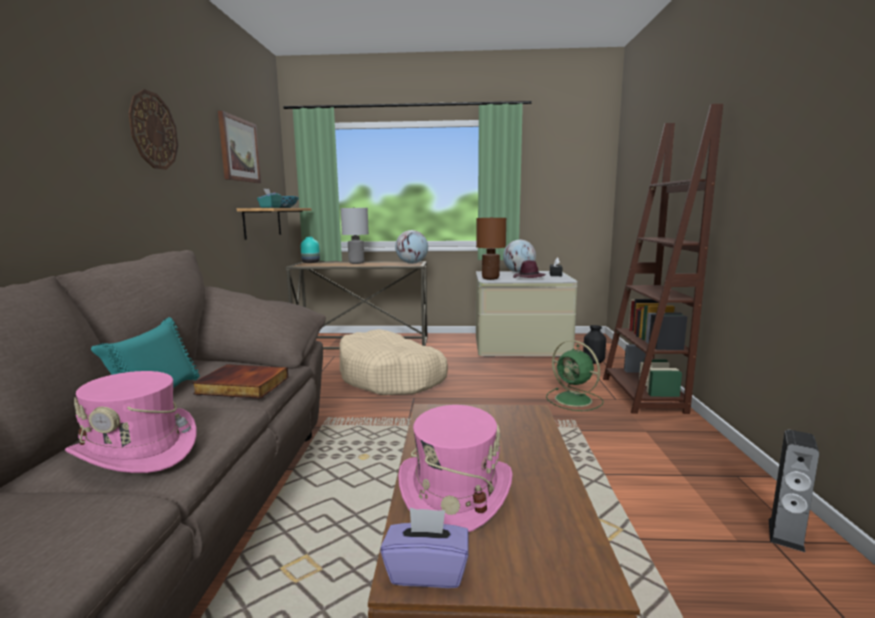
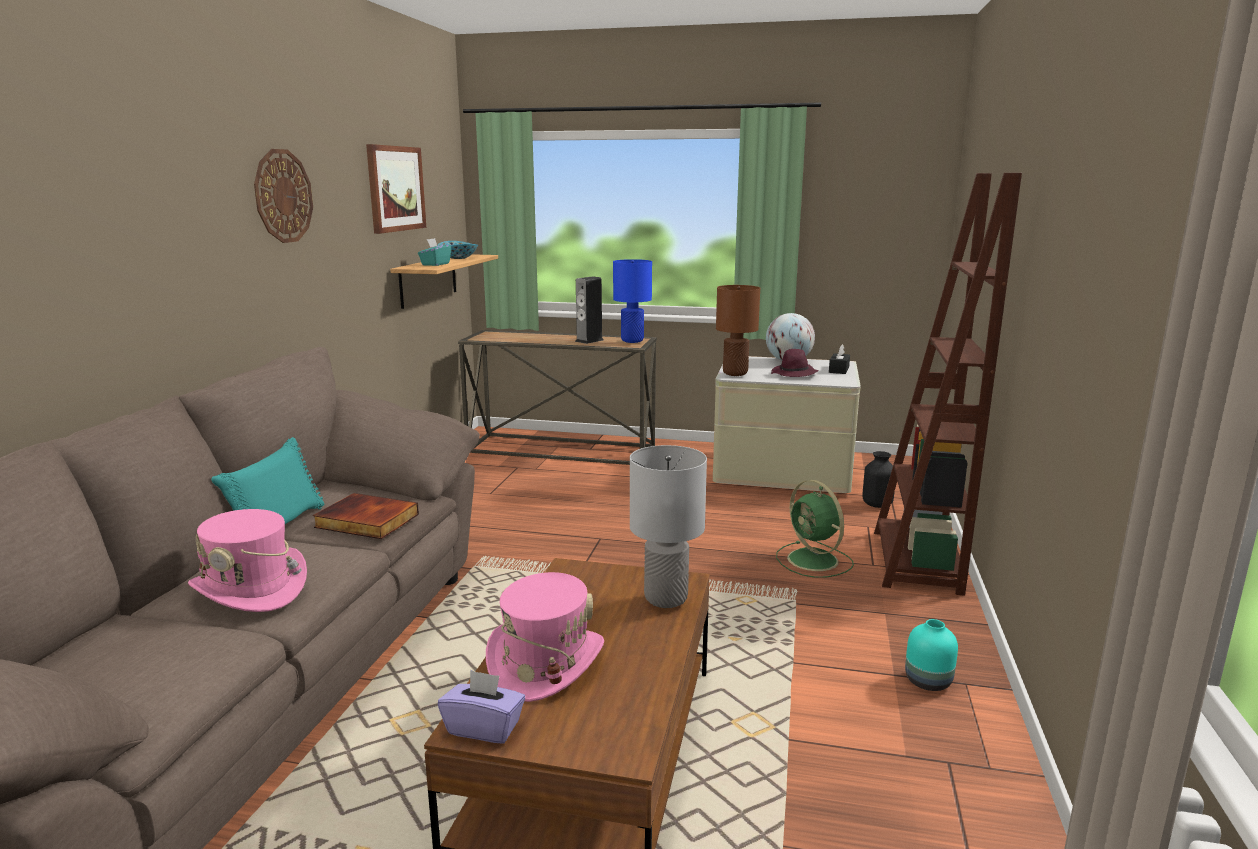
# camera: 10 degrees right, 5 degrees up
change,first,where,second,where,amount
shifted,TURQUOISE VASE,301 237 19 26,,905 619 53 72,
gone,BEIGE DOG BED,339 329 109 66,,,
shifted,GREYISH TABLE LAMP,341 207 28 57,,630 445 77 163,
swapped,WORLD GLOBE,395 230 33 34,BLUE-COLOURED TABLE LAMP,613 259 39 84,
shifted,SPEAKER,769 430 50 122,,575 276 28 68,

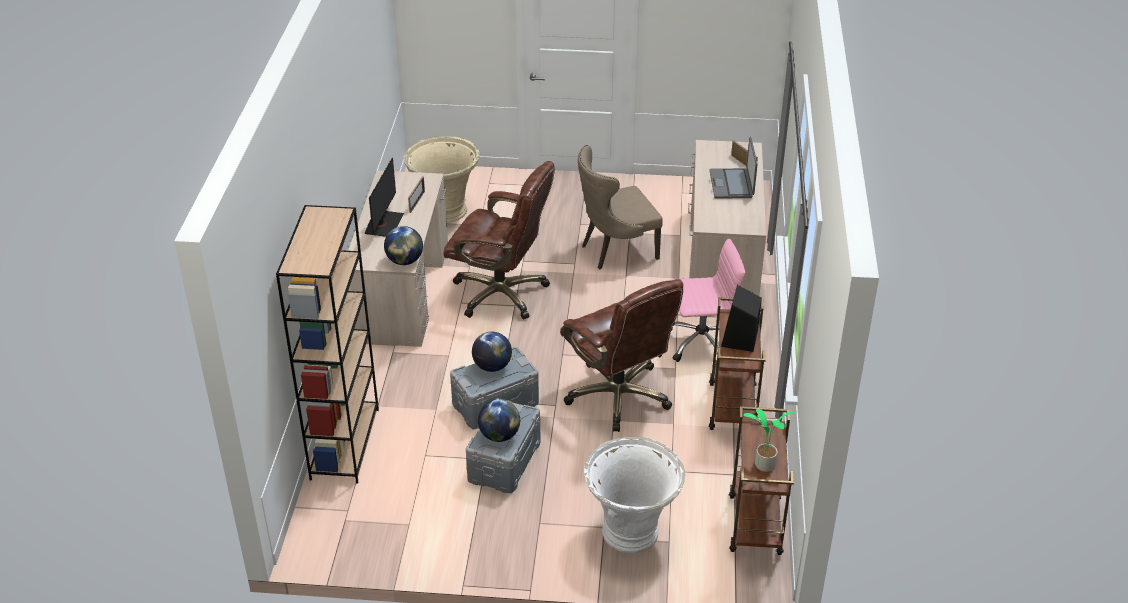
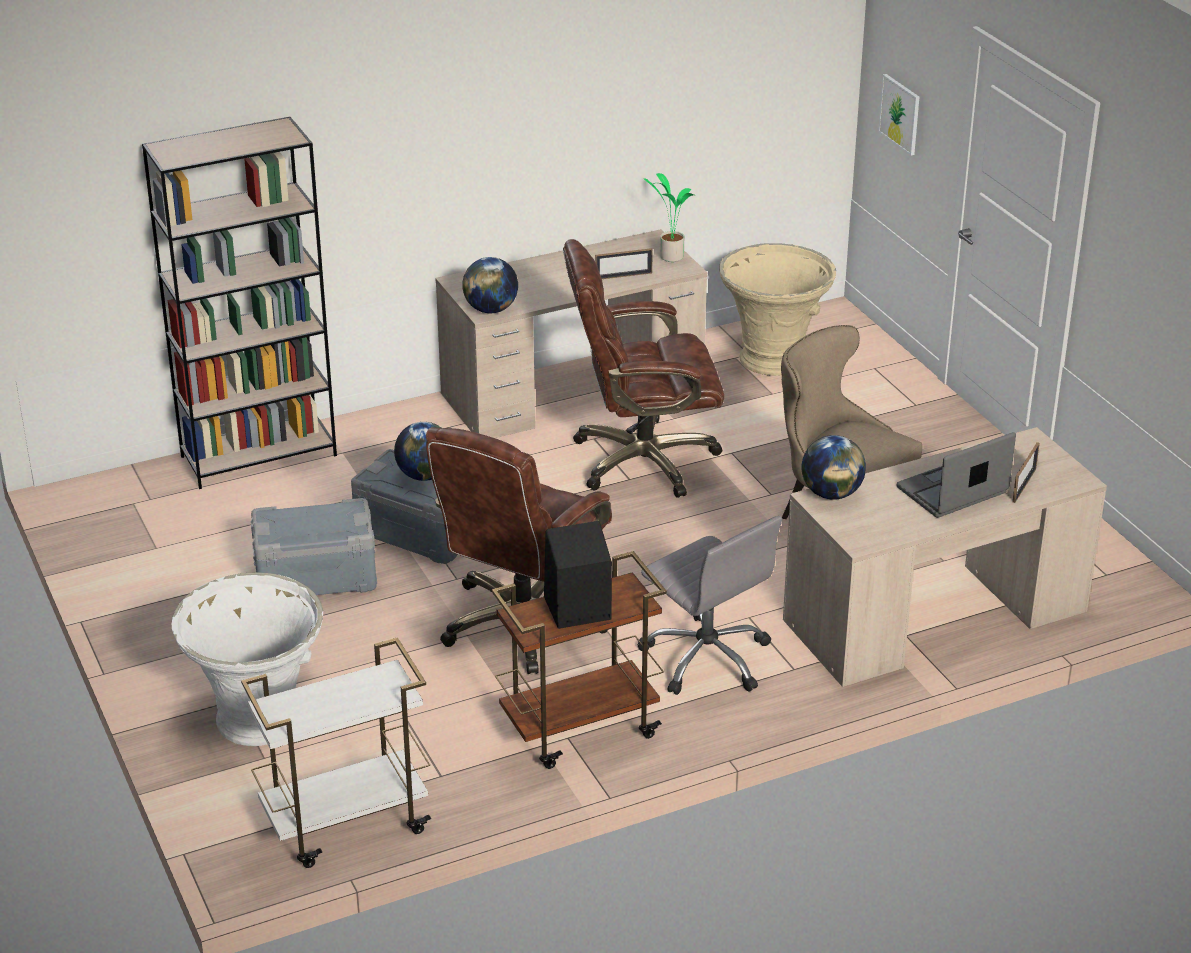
# camera: 60 degrees right, 5 degrees down
change,first,where,second,where,amount
gone,COMPUTER SCREEN,365 158 39 79,,,
rotated,BROWN COMPUTER CHAIR,443 161 112 158,,563 239 161 259,90 degrees clockwise
shifted,WORLD GLOBE,478 399 42 43,,802 435 64 65,
repainted,PINK COMPUTER CHAIR,670 239 75 123,GREYISH COMPUTER CHAIR,637 516 145 179,
repainted,BROWN CART,728 406 66 149,WHITE-COLOURED CART,241 637 190 231,
shifted,HOUSEPLANT,743 409 55 63,,644 173 52 89,
new,,,PICTURE,878 74 41 82,

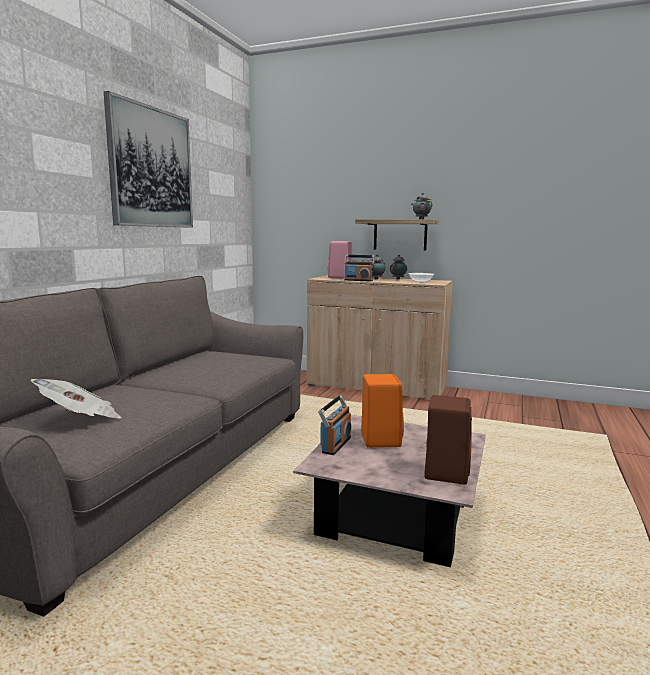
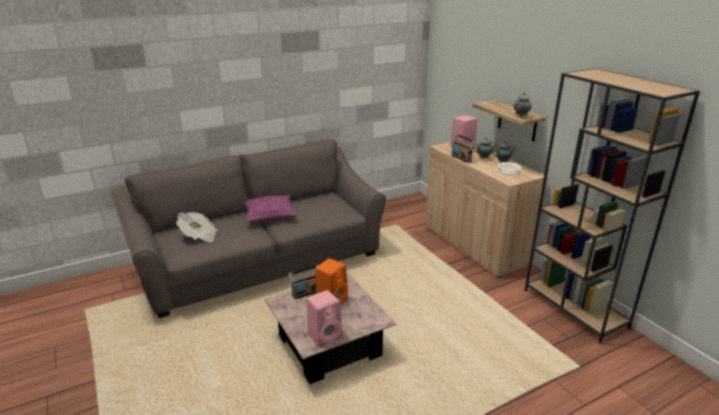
# camera: 40 degrees right, 15 degrees up
change,first,where,second,where,amount
gone,PICTURE,104 91 89 137,,,
repainted,BROWN SPEAKER,424 395 48 90,PINK SPEAKER,307 290 35 57,
new,,,PURPLISH CUSHION,245 195 52 27,
new,,,SHELVING UNIT,524 68 176 276,

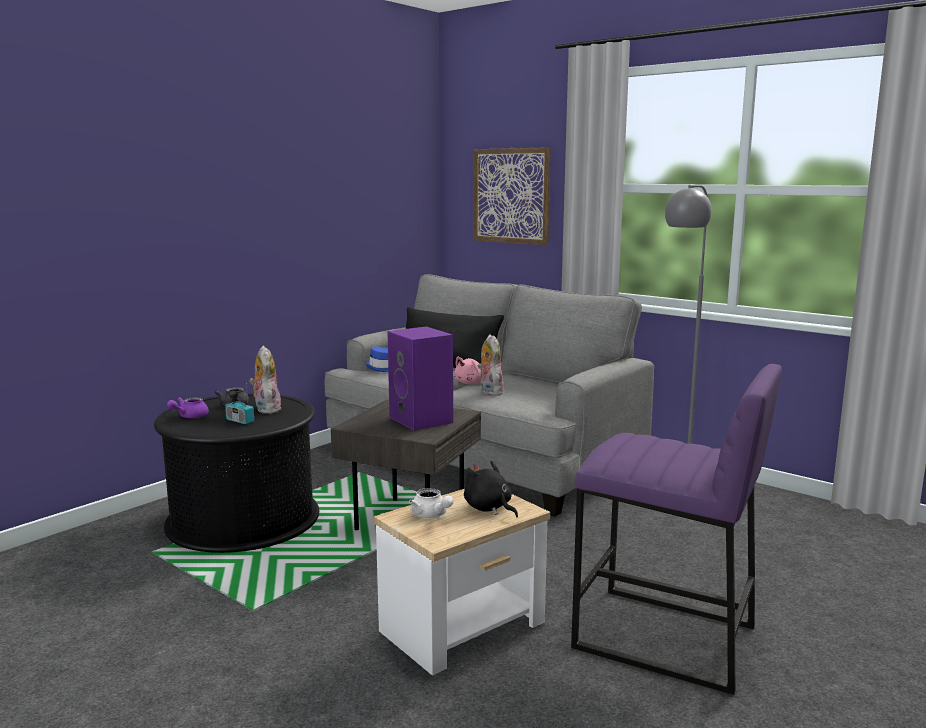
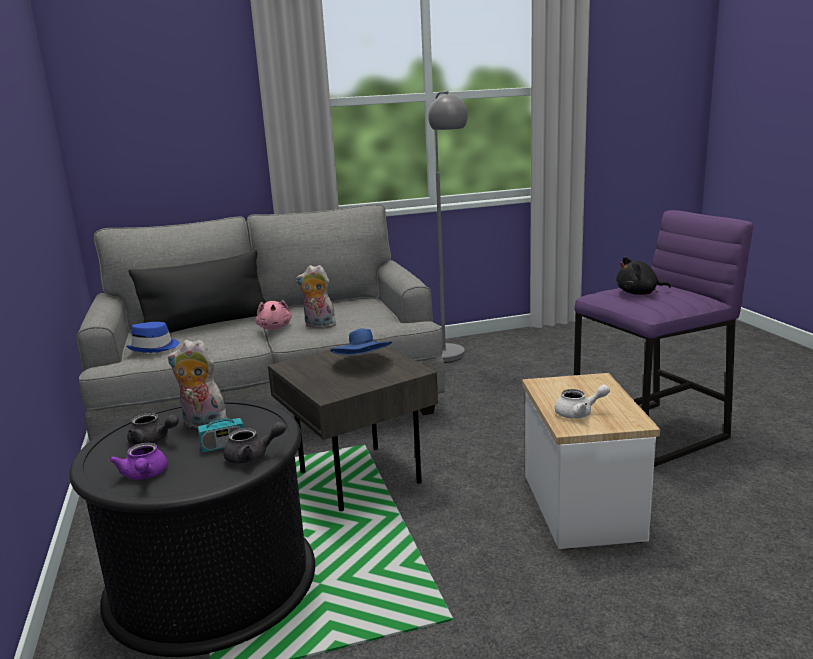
# camera: 55 degrees left, 5 degrees up
change,first,where,second,where,amount
swapped,PURPLISH SPEAKER,387 326 66 105,BLUE-COLOURED HAT,330 329 62 26,
shifted,BLACK PLUSH TOY,464 461 54 56,,616 257 55 38,
gone,PICTURE,473 146 78 99,,,
new,,,GREYISH POT FOR TEA,224 422 62 42,

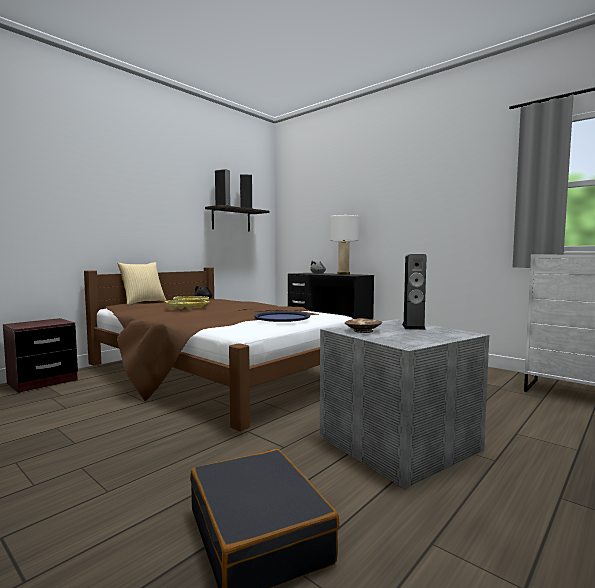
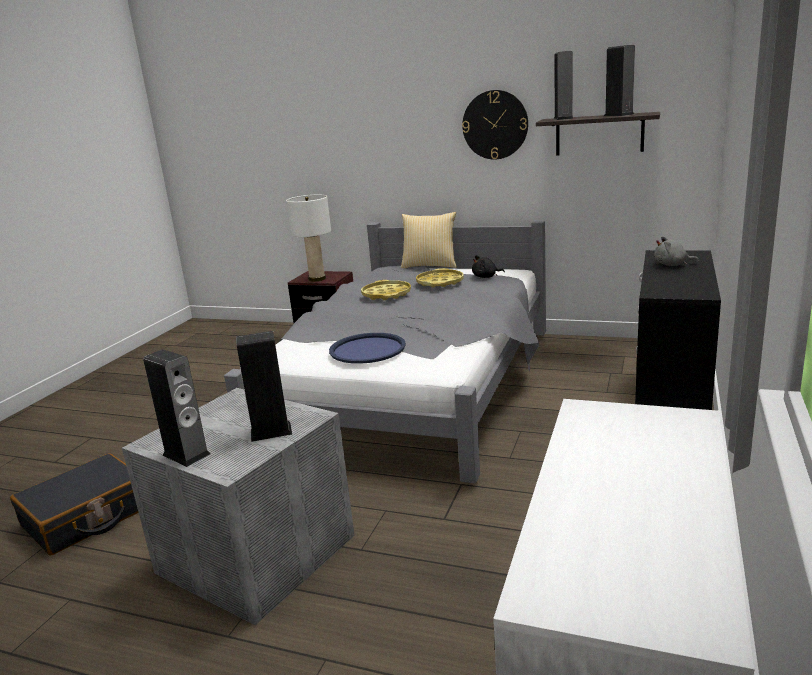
# camera: 70 degrees right, 15 degrees up
change,first,where,second,where,amount
repainted,BROWN BED,84 267 282 165,GREYISH BED,224 220 322 263,
shifted,WHITE-COLOURED TABLE LAMP,330 215 29 60,,286 195 45 87,
gone,BROWN DEEP DISH,345 319 37 14,,,
new,,,SPEAKER,143 350 68 117,
new,,,WALL CLOCK,462 90 66 70,

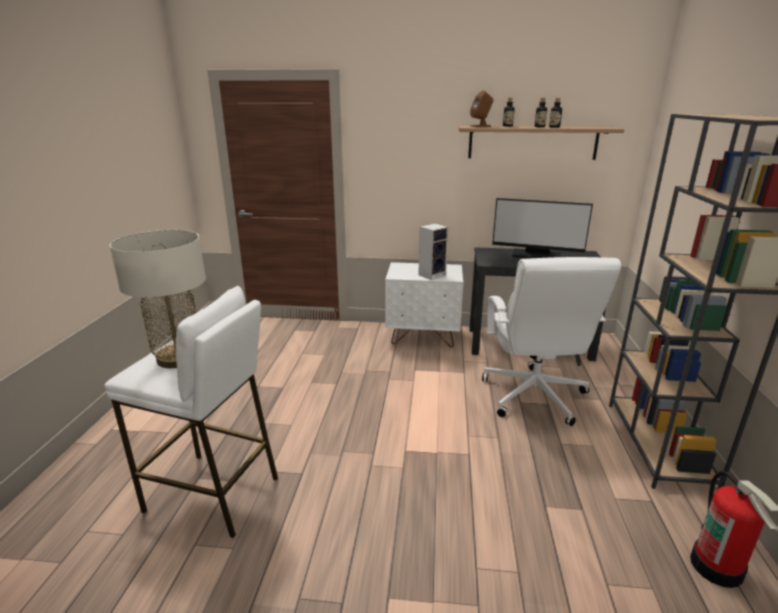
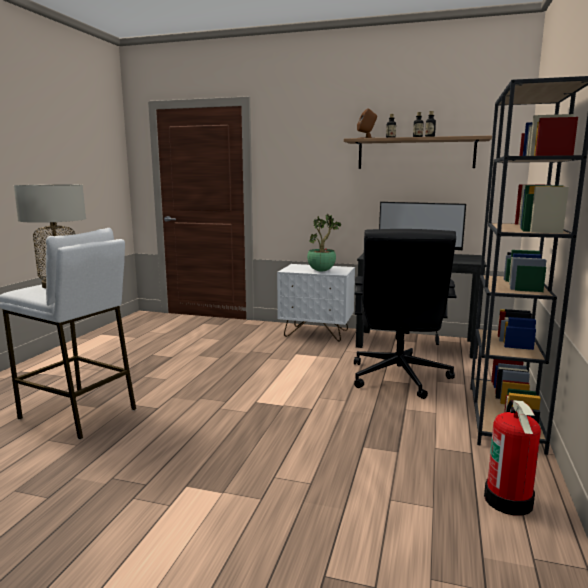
# camera: 10 degrees right, 10 degrees down
change,first,where,second,where,amount
swapped,SPEAKER,418 223 30 57,HOUSEPLANT,307 214 34 58,
repainted,WHITE-COLOURED COMPUTER CHAIR,482 257 139 169,BLACK COMPUTER CHAIR,354 229 103 170,

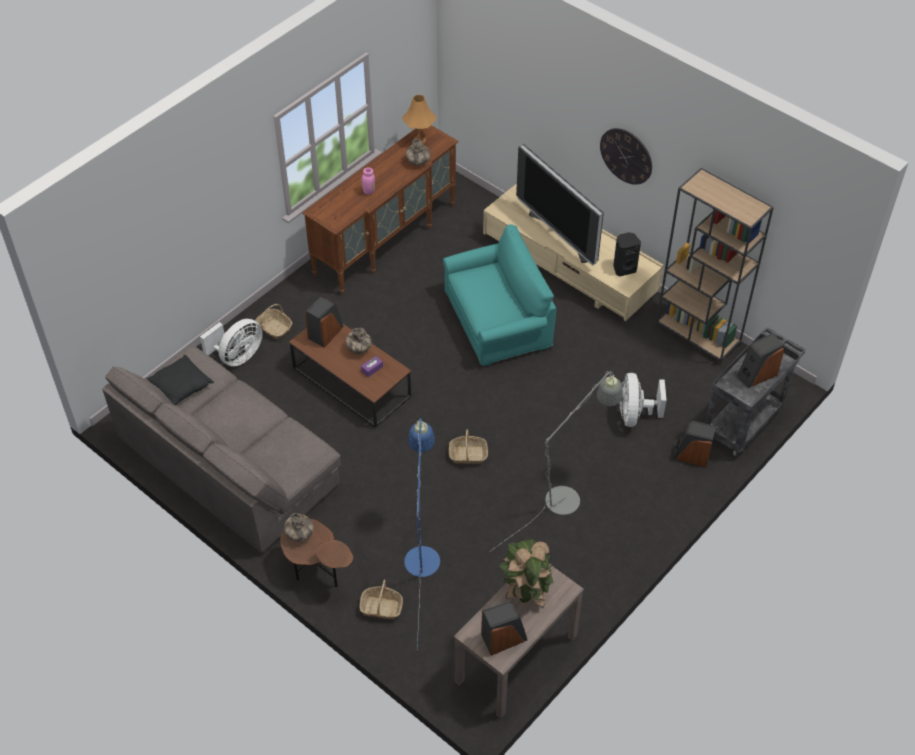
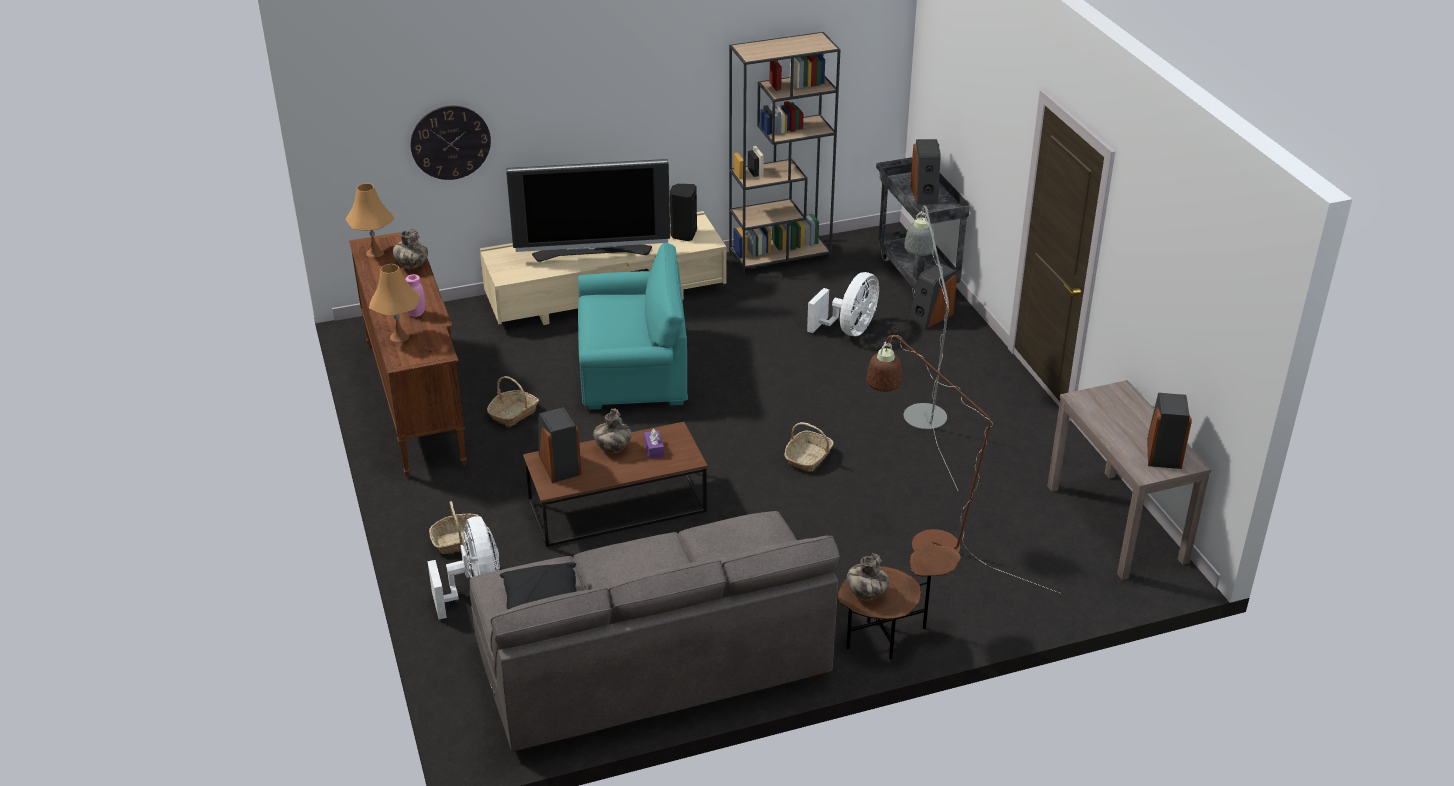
# camera: 60 degrees left, 15 degrees down
change,first,where,second,where,amount
shifted,HOUSEHOLD BASKET,360 580 43 39,,487 376 52 51,
repainted,BLUE-COLOURED FLOOR LAMP,404 418 36 232,BROWN FLOOR LAMP,867 335 194 259,
rotated,TURQUOISE LOUNGE CHAIR,443 224 113 142,,578 243 110 167,75 degrees clockwise
gone,HOUSEPLANT,500 539 54 70,,,
shifted,WALL CLOCK,600 128 52 57,,411 106 80 74,
rotated,WHITE-COLOURED ELECTRIC FAN,619 373 48 54,,807 272 72 64,90 degrees counterclockwise
new,,,ORANGE TABLE LAMP,369 264 51 79,

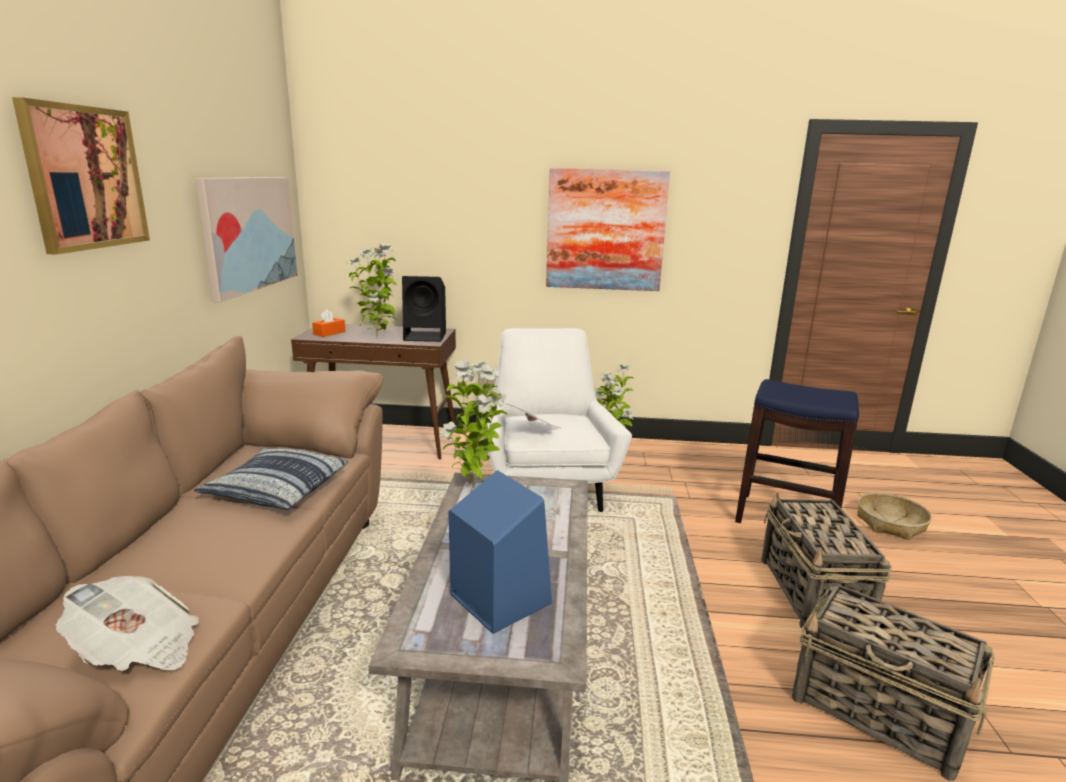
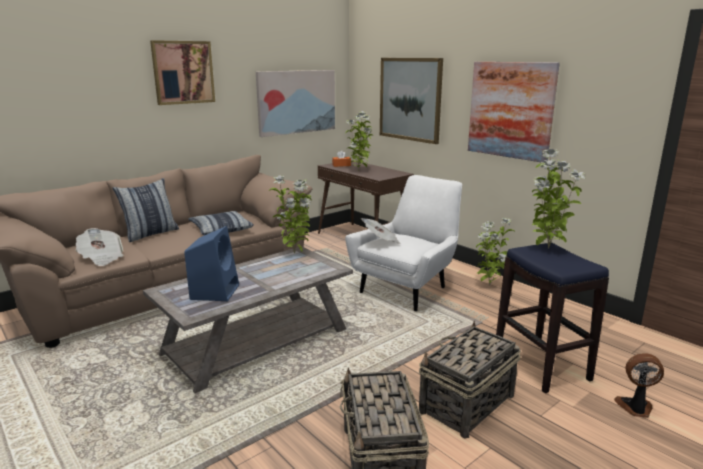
# camera: 45 degrees right, 0 degrees up
change,first,where,second,where,amount
gone,BLACK SPEAKER,402 276 44 66,,,
swapped,HOUSEHOLD BASKET,857 493 75 47,ELECTRIC FAN,614 353 50 65,
new,,,CUSHION,112 178 67 64,
new,,,PICTURE,380 58 63 86,
new,,,HOUSEPLANT,532 149 54 100,

